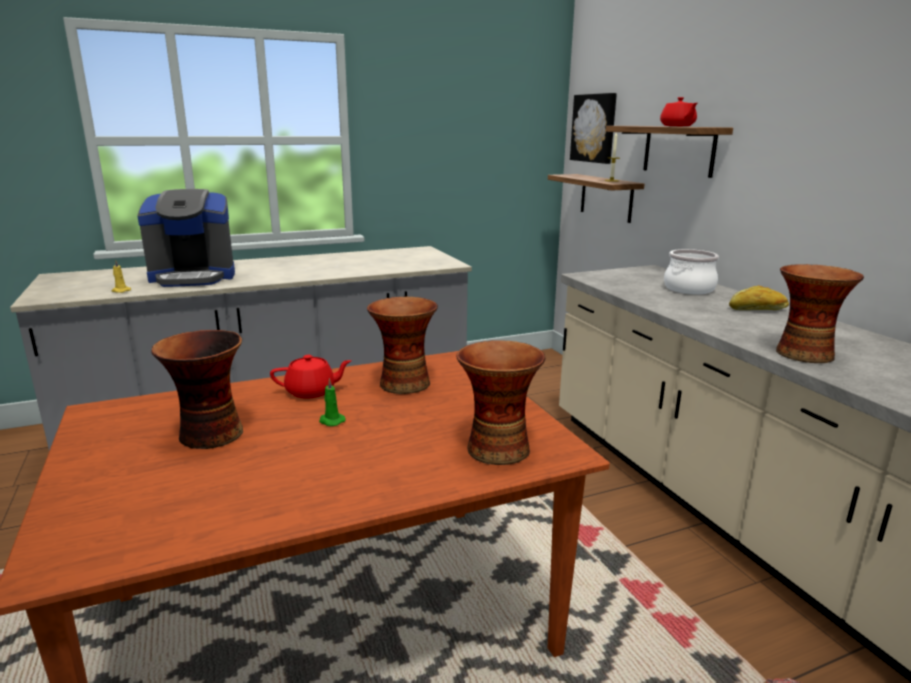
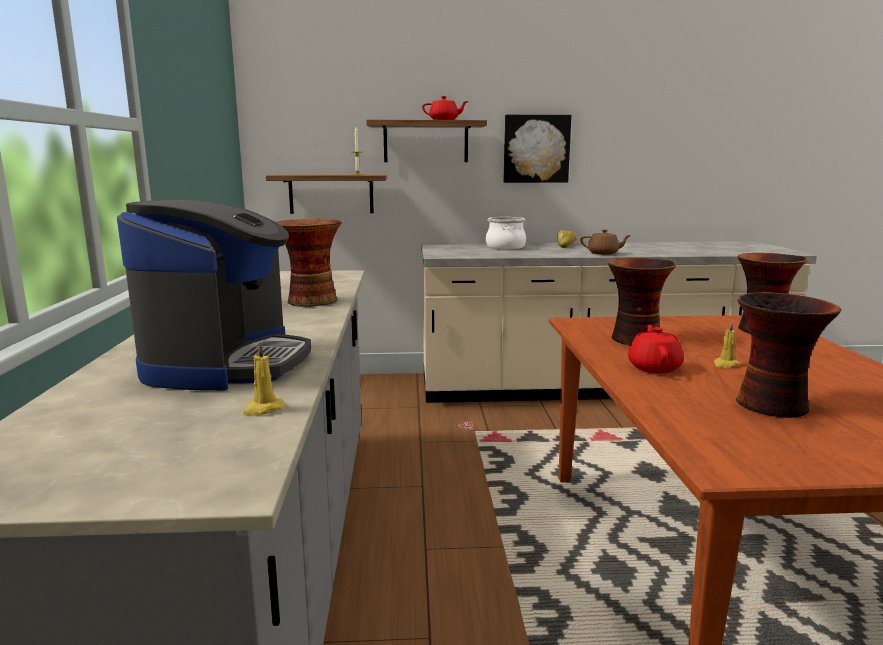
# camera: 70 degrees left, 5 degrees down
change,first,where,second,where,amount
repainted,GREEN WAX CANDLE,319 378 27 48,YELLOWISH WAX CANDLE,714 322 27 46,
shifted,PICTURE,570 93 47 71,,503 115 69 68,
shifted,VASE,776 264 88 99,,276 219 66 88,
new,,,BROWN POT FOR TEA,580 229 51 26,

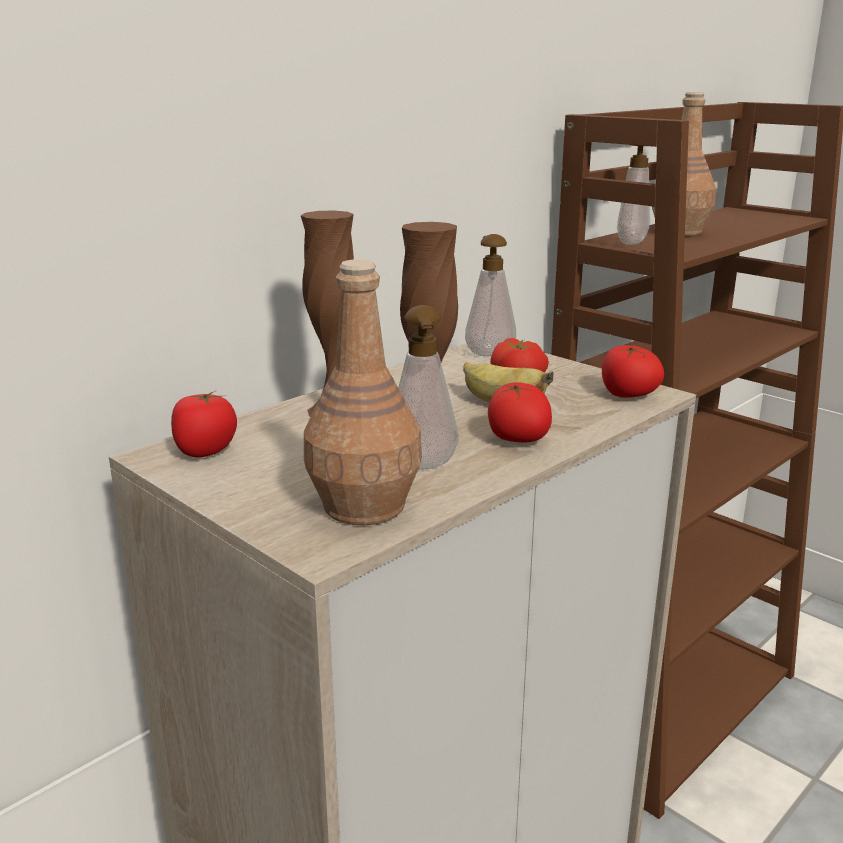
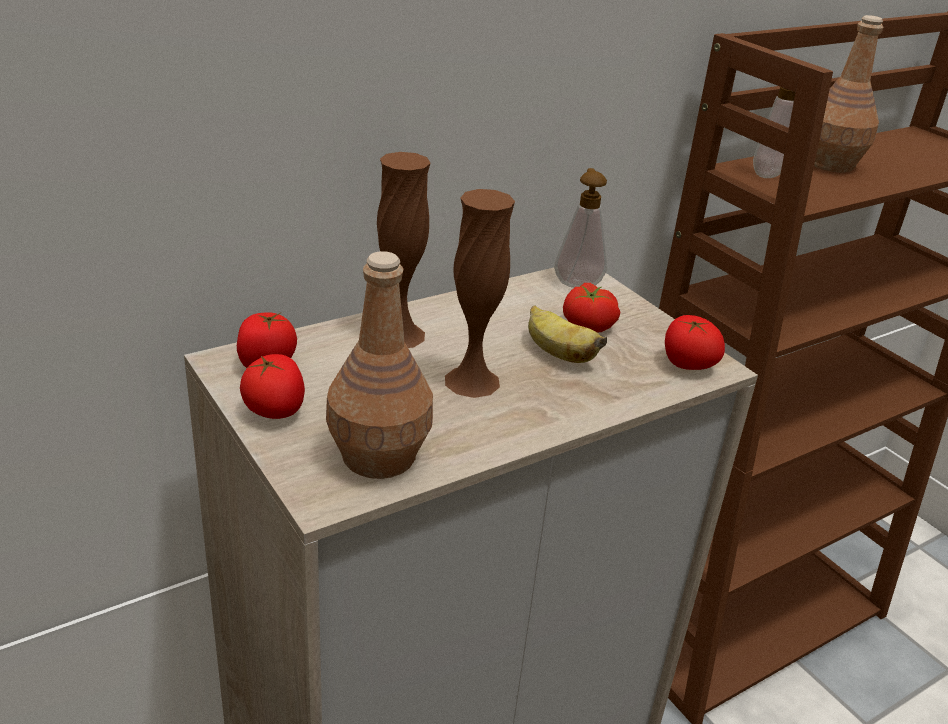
# camera: 10 degrees right, 10 degrees up
change,first,where,second,where,amount
gone,SOAP BOTTLE,398 305 61 164,,,
shifted,TOMATO,488 382 64 61,,240 354 65 65,

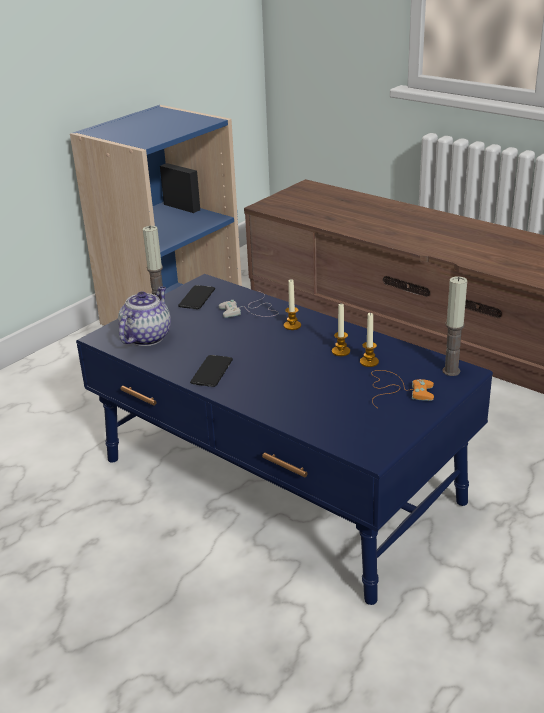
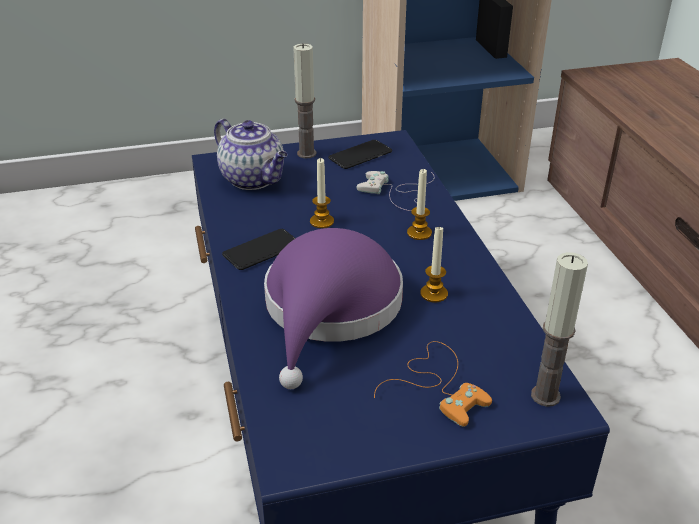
# camera: 35 degrees right, 5 degrees up
change,first,where,second,where,amount
rotated,POT FOR TEA,118 286 53 60,,214 119 74 71,75 degrees clockwise
shifted,WAX CANDLE,360 312 19 55,,310 158 24 70,
new,,,PURPLISH HAT,264 228 139 161,

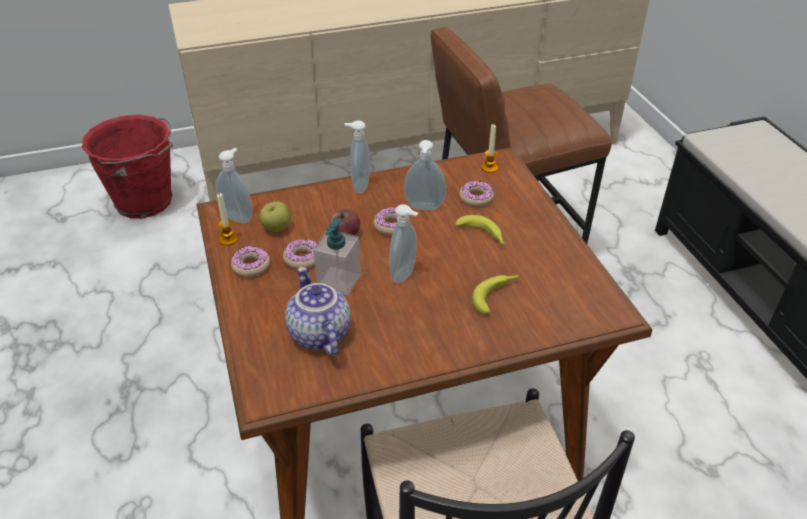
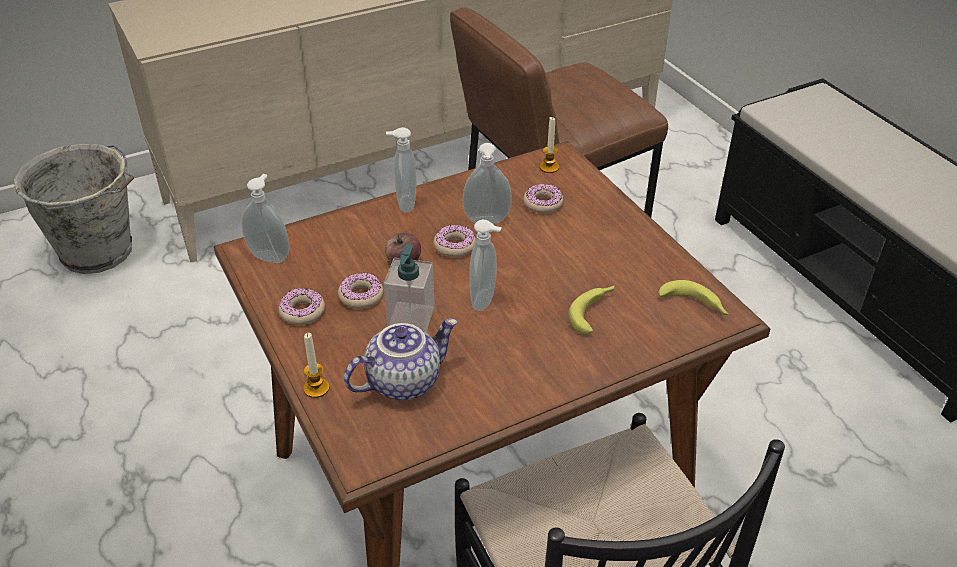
# camera: 10 degrees left, 0 degrees up
change,first,where,second,where,amount
repainted,RED PAIL,82 115 91 103,GREYISH PAIL,14 144 120 130,
shifted,WAX CANDLE,217 193 21 53,,303 333 27 65,
gone,APPLE,259 202 32 30,,,
rotated,POT FOR TEA,285 267 66 89,,344 318 114 83,90 degrees clockwise
shifted,BANANA FRUIT,456 215 49 30,,658 280 71 35,

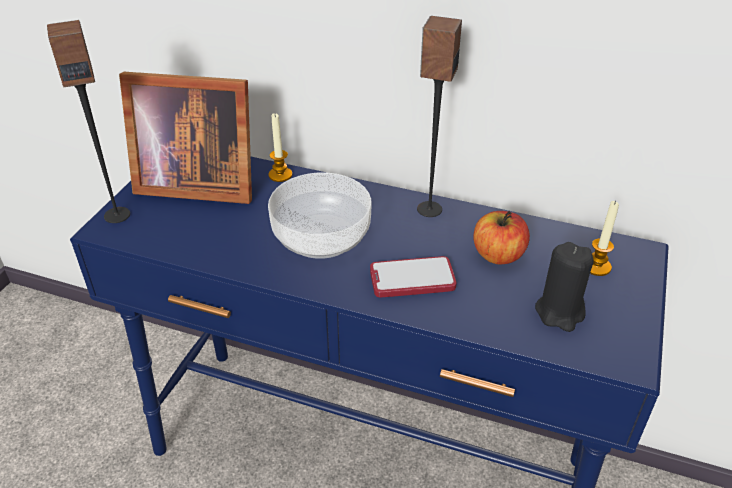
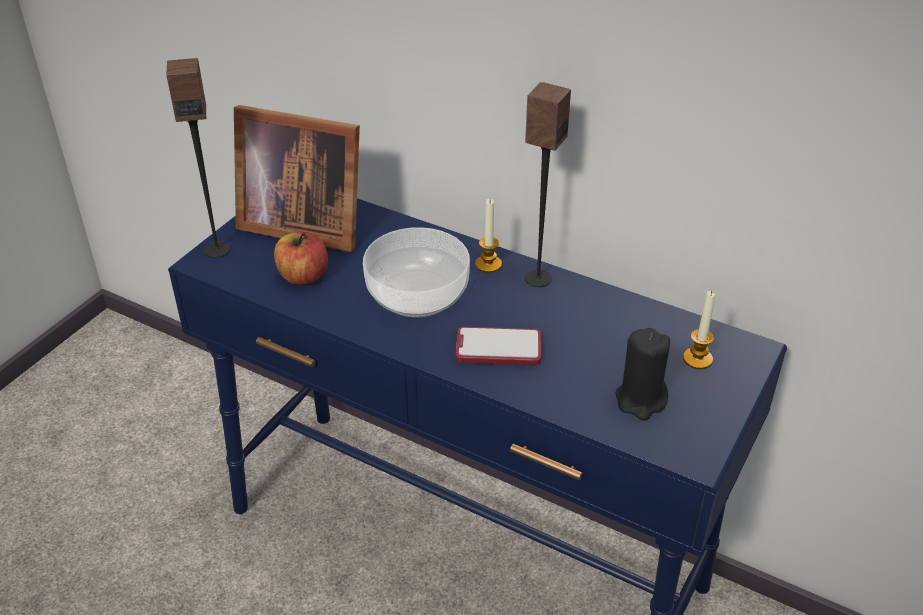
# camera: 10 degrees right, 0 degrees up
change,first,where,second,where,amount
shifted,WAX CANDLE,268 113 24 69,,475 199 27 74,
shifted,APPLE,473 211 57 53,,274 232 54 53,

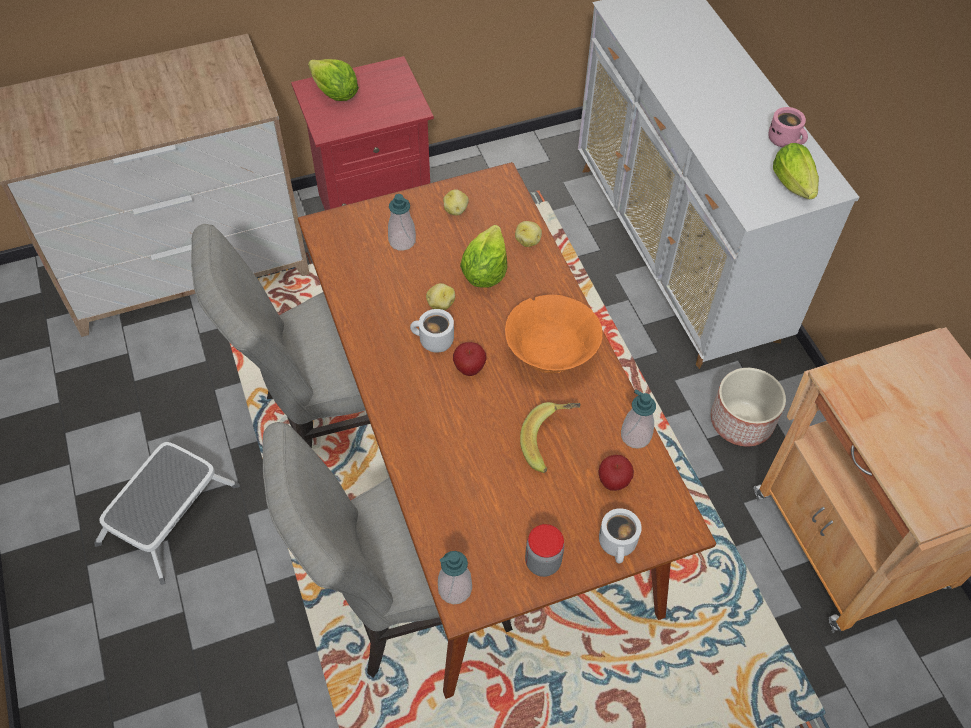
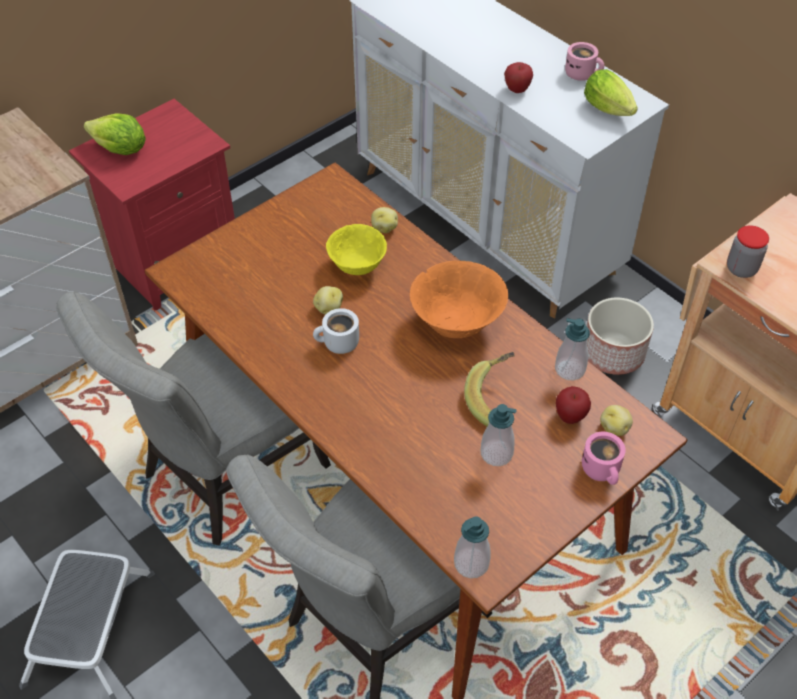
# camera: 20 degrees left, 5 degrees down
change,first,where,second,where,amount
shifted,SOAP BOTTLE,388 194 28 56,,481 404 36 62,
shifted,WHOLE POTATO,443 189 26 27,,600 405 33 31,
shifted,APPLE,453 342 33 34,,504 62 29 31,
swapped,LETTUCE HEAD,460 225 47 63,YELLOWISH DEEP DISH,326 224 61 51,
shifted,PRESERVE JAR,525 524 39 53,,727 225 42 53,
repainted,WHITE-COLOURED COFFEE MUG,599 508 43 55,PINK COFFEE MUG,582 432 44 53,

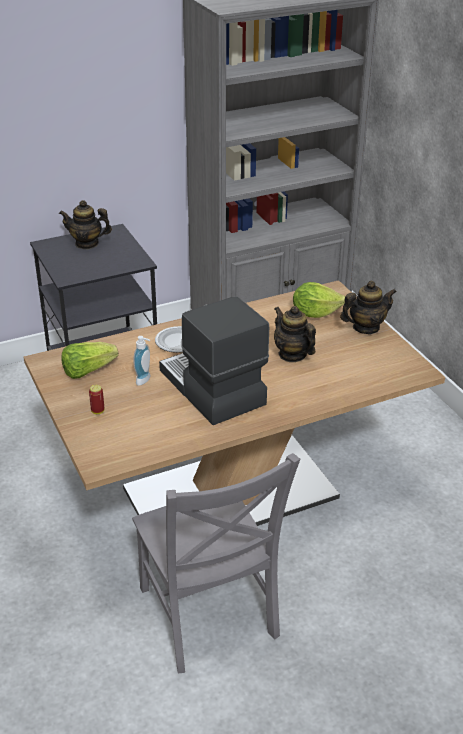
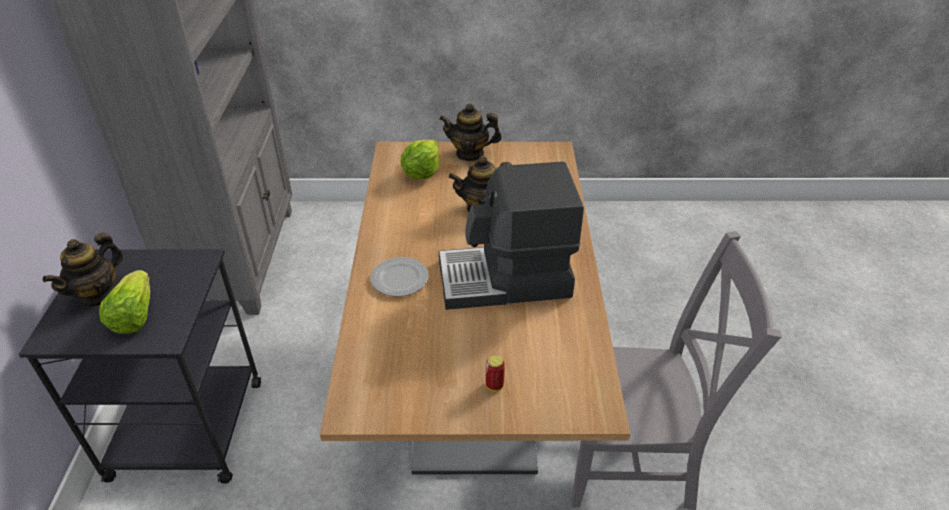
# camera: 65 degrees left, 5 degrees up
change,first,where,second,where,amount
shifted,LETTUCE HEAD,61 342 57 37,,99 270 51 64,
gone,SOAP BOTTLE,133 336 17 50,,,
rotated,POT FOR TEA,340 281 57 53,,439 104 63 57,90 degrees counterclockwise

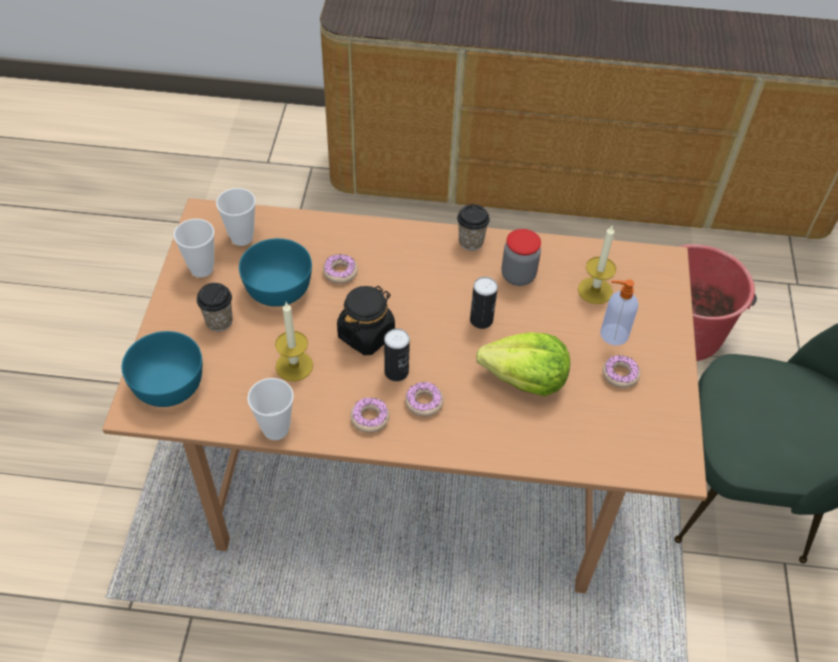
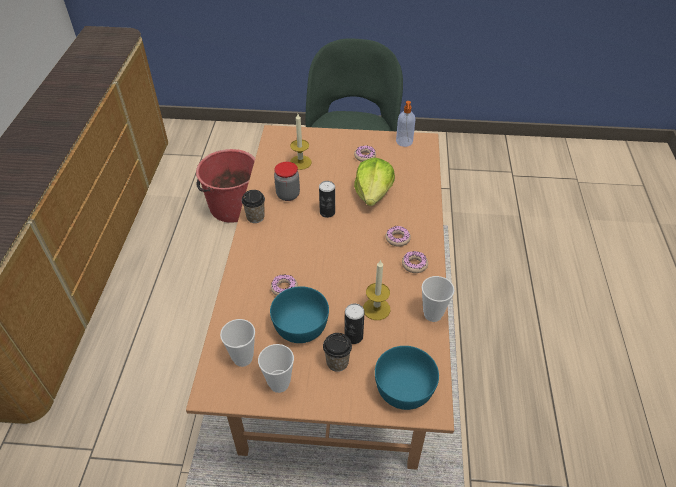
# camera: 90 degrees left, 5 degrees down
change,first,where,second,where,amount
gone,BLACK PRESERVE JAR,337 286 58 69,,,
shifted,SEALED CAN,384 329 26 52,,345 303 20 41,
shifted,SOAP BOTTLE,600 279 38 67,,396 101 20 46,

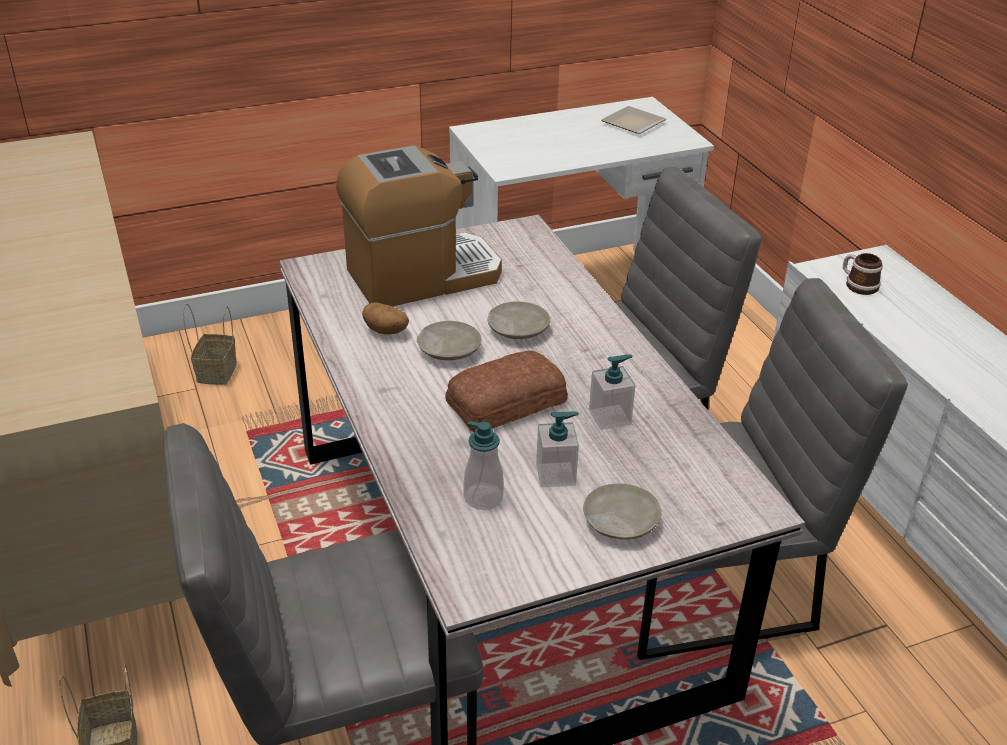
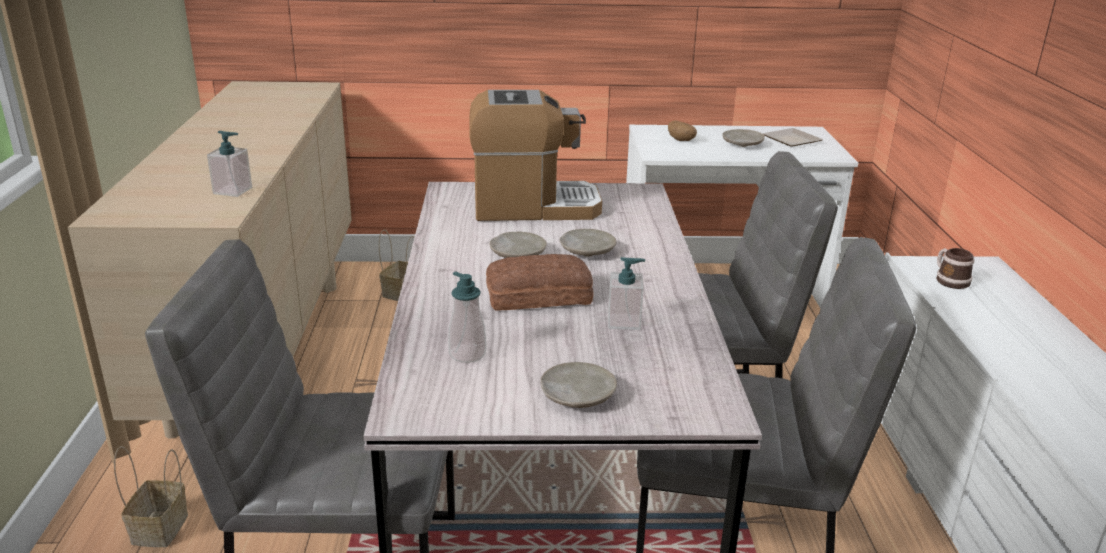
# camera: 20 degrees right, 10 degrees down
change,first,where,second,where,amount
shifted,WHOLE POTATO,362 302 47 33,,668 121 29 20,
shifted,SOAP BOTTLE,536 411 43 76,,207 131 45 66,
new,,,BEIGE PLATE,722 129 43 18,

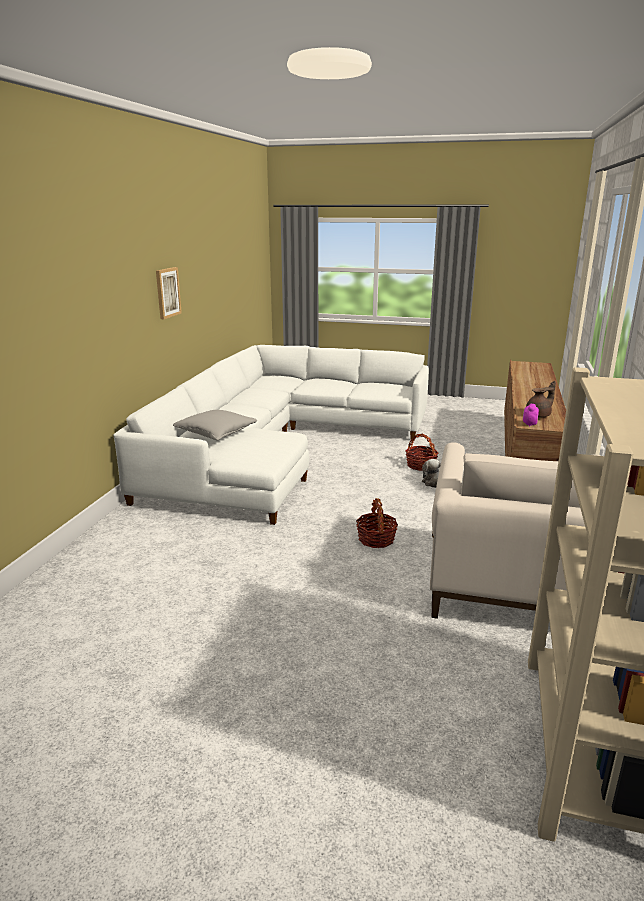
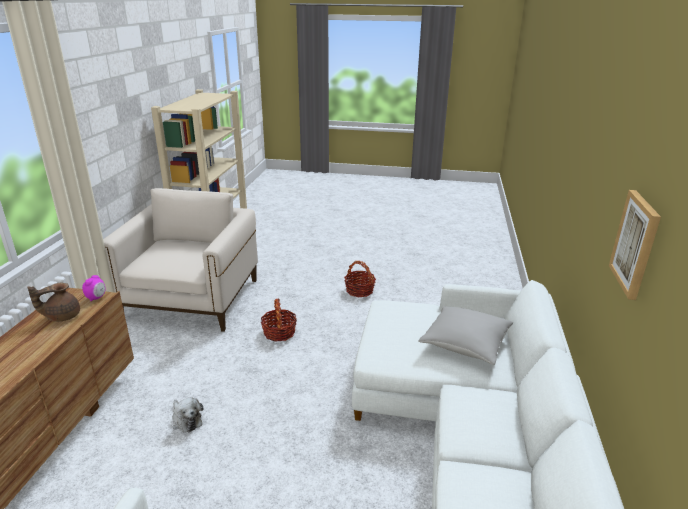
# camera: 175 degrees right, 5 degrees up
change,first,where,second,where,amount
shifted,HOUSEHOLD BASKET,406 434 32 37,,344 261 32 36,

